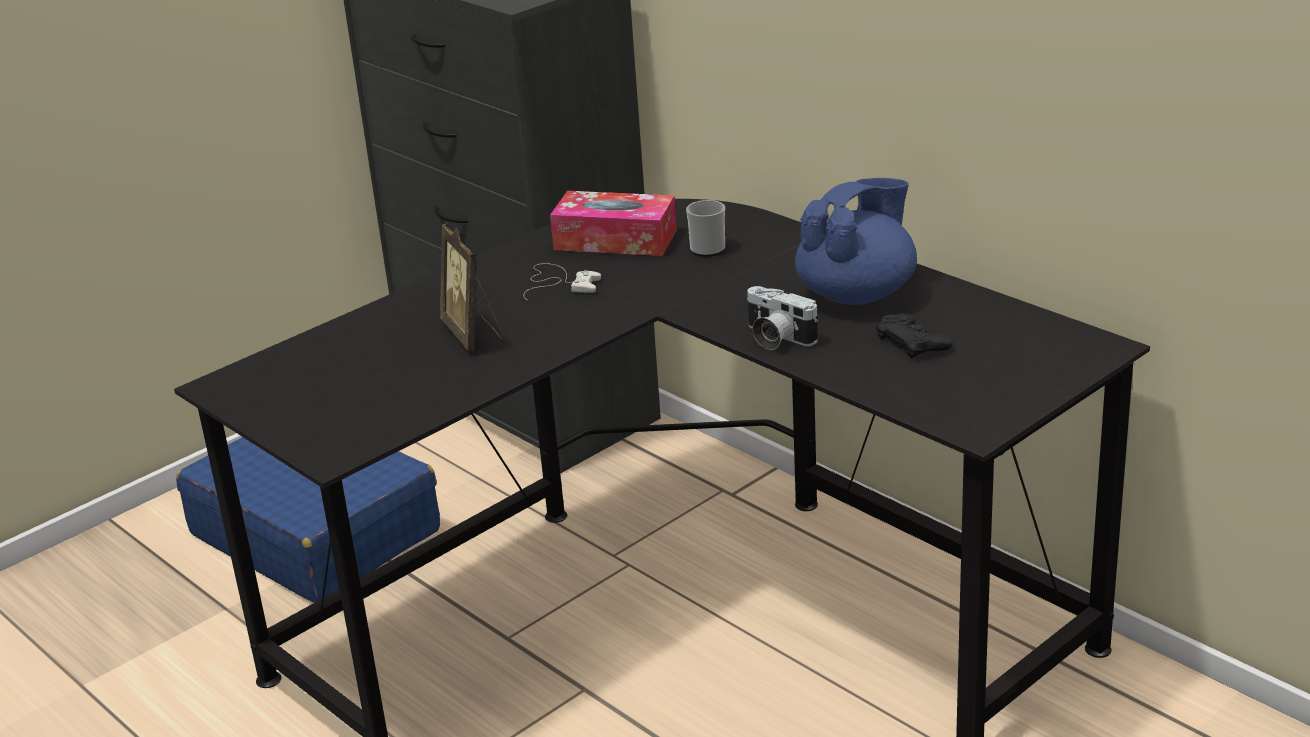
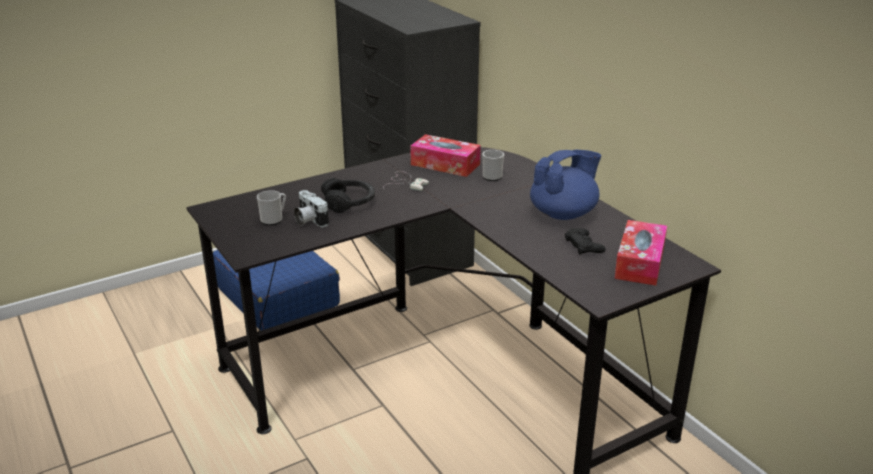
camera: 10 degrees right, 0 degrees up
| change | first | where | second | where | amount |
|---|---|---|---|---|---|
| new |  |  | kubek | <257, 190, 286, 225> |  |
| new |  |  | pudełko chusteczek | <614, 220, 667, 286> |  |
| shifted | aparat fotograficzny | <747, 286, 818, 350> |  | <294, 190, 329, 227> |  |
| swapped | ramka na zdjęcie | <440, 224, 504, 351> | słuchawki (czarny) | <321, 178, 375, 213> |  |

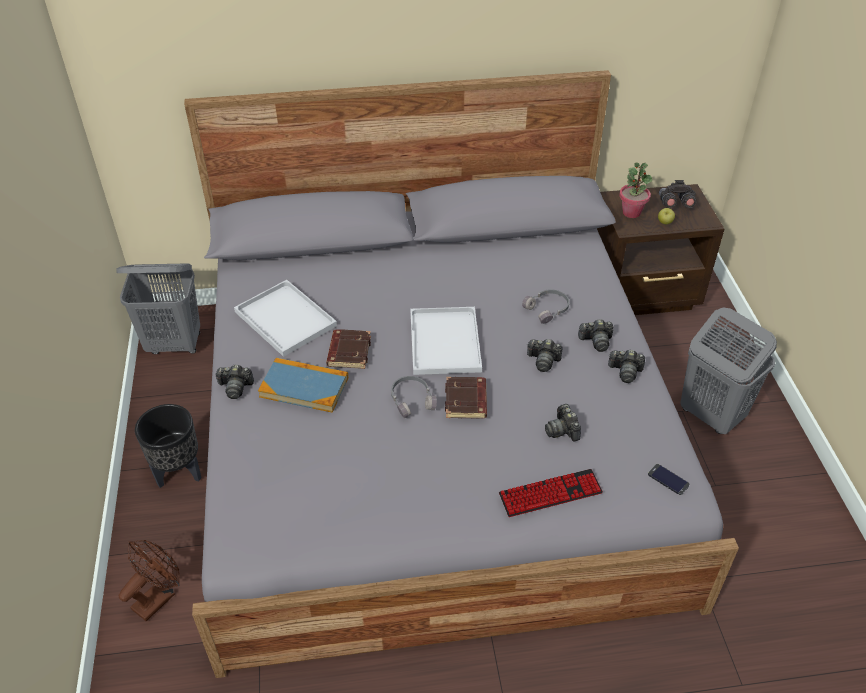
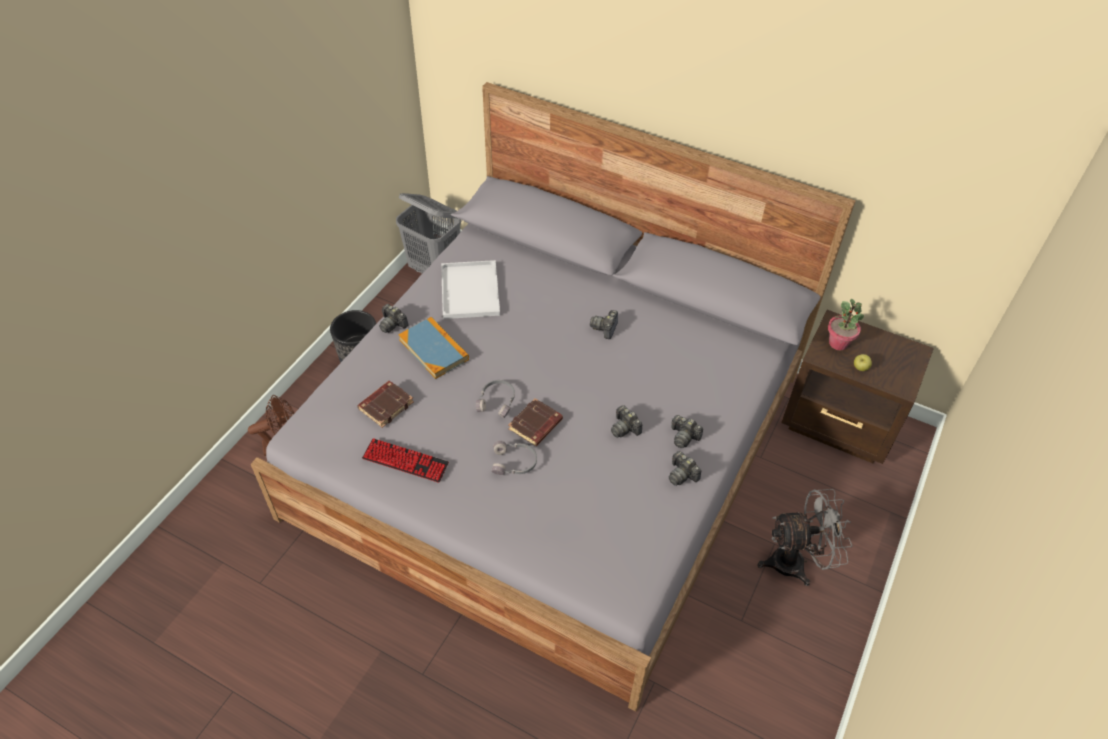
camera: 35 degrees right, 5 degrees up
| change | first | where | second | where | amount |
|---|---|---|---|---|---|
| gone | taca (biały) | <410, 307, 482, 375> |  |  |  |
| gone | telefon | <648, 464, 689, 495> |  |  |  |
| gone | lornetka (szary) | <659, 180, 697, 208> |  |  |  |
| shifted | książka (brązowy) | <326, 329, 371, 369> |  | <357, 381, 414, 428> |  |
| shifted | klawiatura | <499, 469, 603, 517> |  | <362, 438, 449, 483> |  |
| shifted | słuchawki (szary) | <522, 289, 569, 324> |  | <491, 441, 537, 475> |  |
| shifted | aparat fotograficzny | <545, 404, 581, 441> |  | <590, 310, 618, 339> |  |
| swapped | kosz na pranie (szary) | <680, 307, 777, 434> | wentylator (szary) | <757, 489, 853, 586> |  |

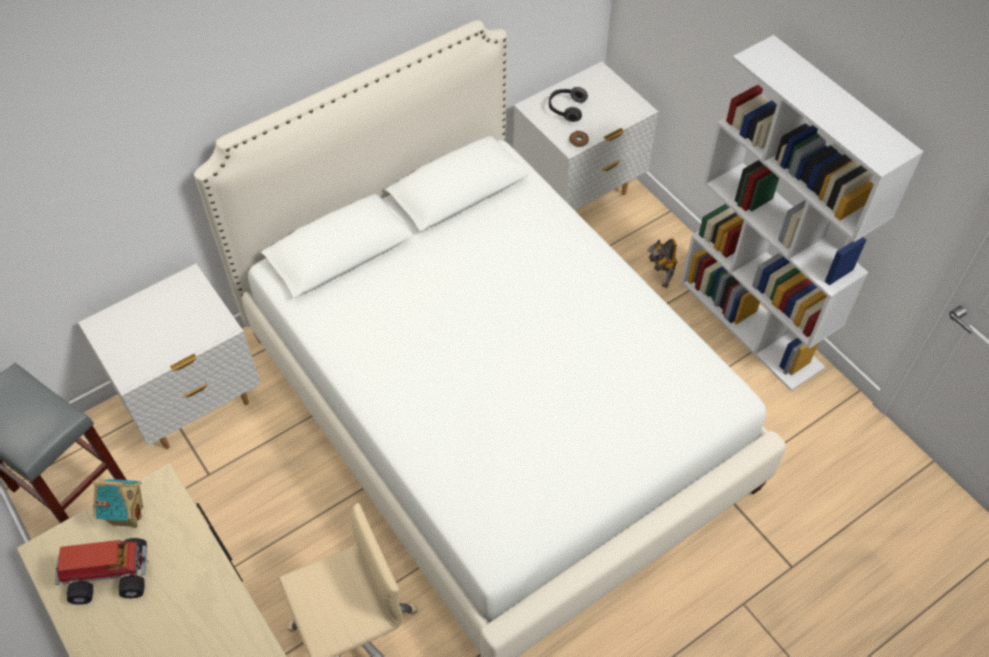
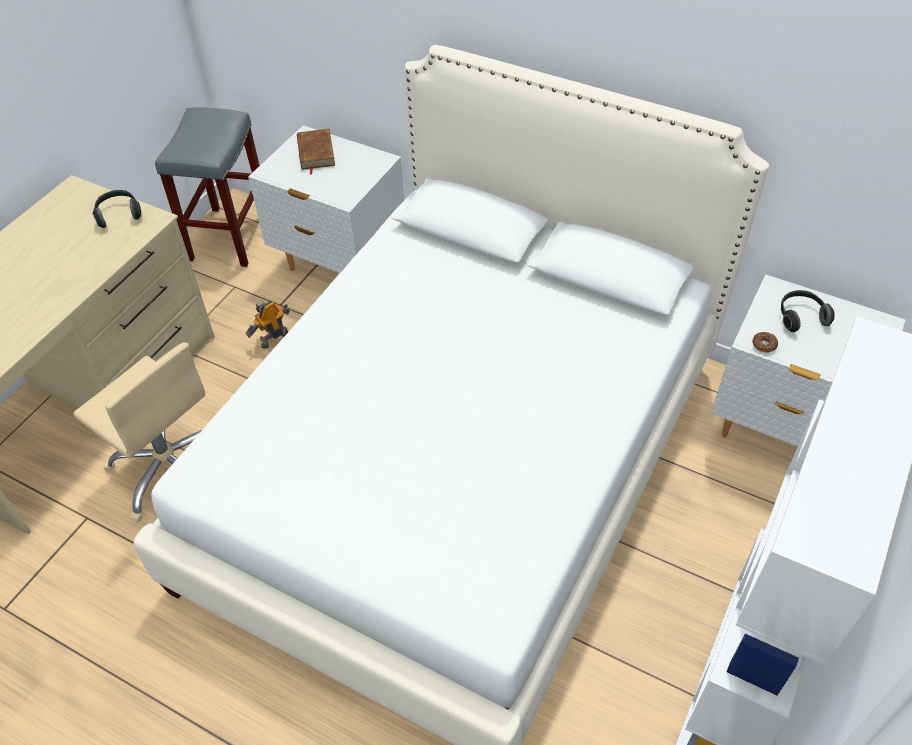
camera: 65 degrees right, 5 degrees down
| change | first | where | second | where | amount |
|---|---|---|---|---|---|
| gone | ciężarówka zabawkowa | <55, 538, 149, 605> |  |  |  |
| new |  |  | książka (brązowy) | <297, 129, 335, 174> |  |
| shifted | robot zabawkowy | <647, 238, 678, 288> |  | <246, 300, 290, 349> |  |
| swapped | domek | <93, 479, 143, 528> | słuchawki | <92, 190, 142, 228> |  |

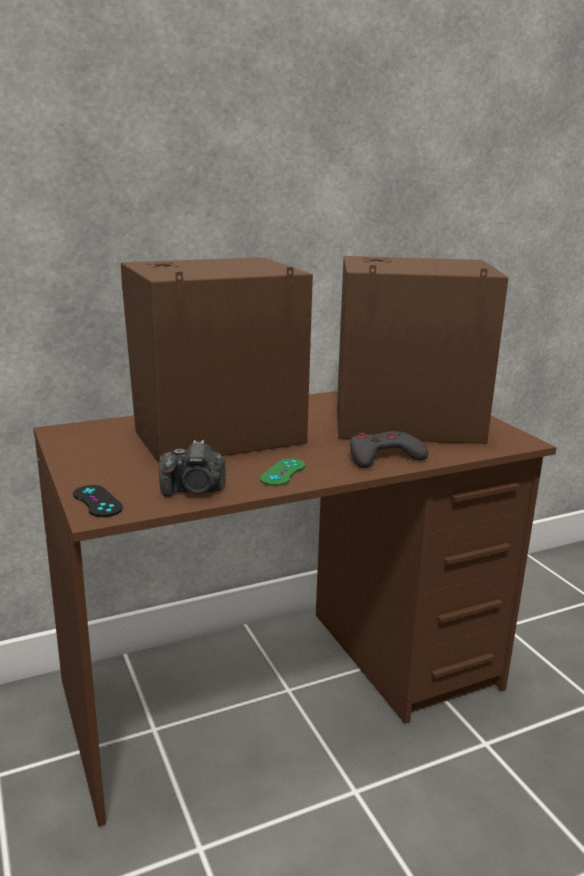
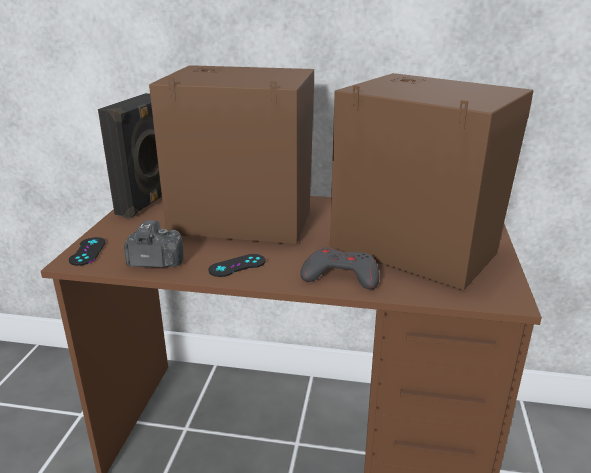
camera: 35 degrees right, 5 degrees up
| change | first | where | second | where | amount |
|---|---|---|---|---|---|
| new |  |  | głośnik (czarny) | <98, 93, 162, 219> |  |
| repainted | pad do gier (zielony) | <260, 458, 305, 486> | pad do gier (czarny) | <208, 254, 266, 277> |  |
| rotated | aparat fotograficzny | <159, 440, 226, 497> |  | <124, 220, 184, 268> | 150 degrees clockwise |

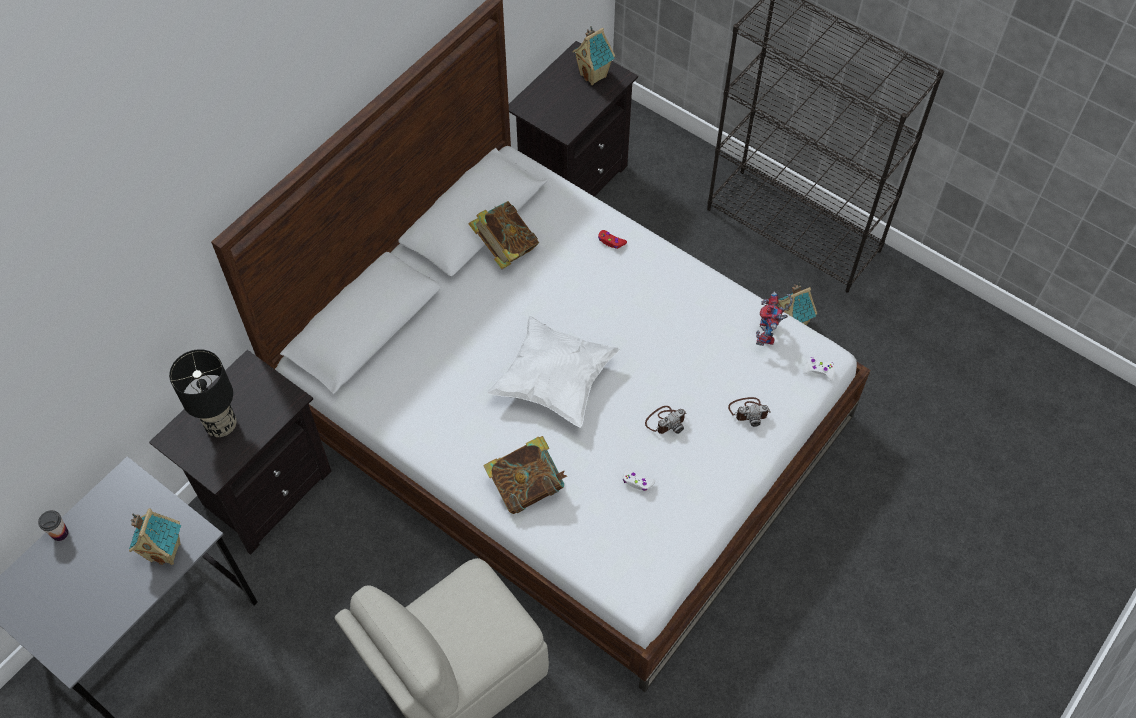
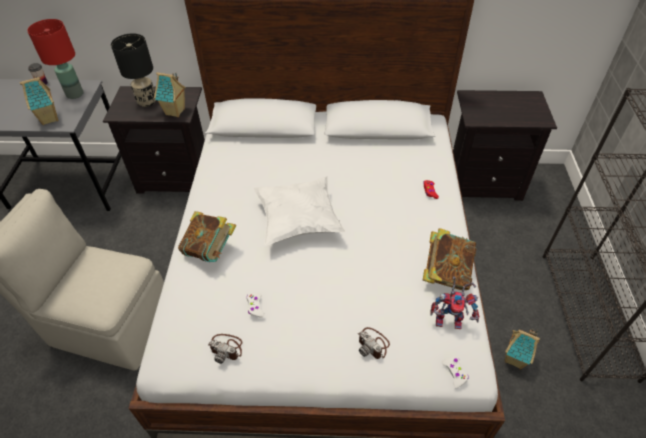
camera: 55 degrees right, 10 degrees down
| change | first | where | second | where | amount |
|---|---|---|---|---|---|
| new |  |  | lampa stołowa (czerwony) | <27, 19, 84, 99> |  |
| shifted | książka | <469, 201, 539, 269> |  | <423, 228, 476, 290> |  |
| shifted | domek | <572, 26, 615, 85> |  | <154, 72, 186, 117> |  |
| shifted | aparat fotograficzny | <645, 406, 686, 434> |  | <208, 334, 242, 364> |  |
| rotated | robot zabawkowy | <756, 291, 793, 346> |  | <430, 276, 479, 329> | 150 degrees counterclockwise |

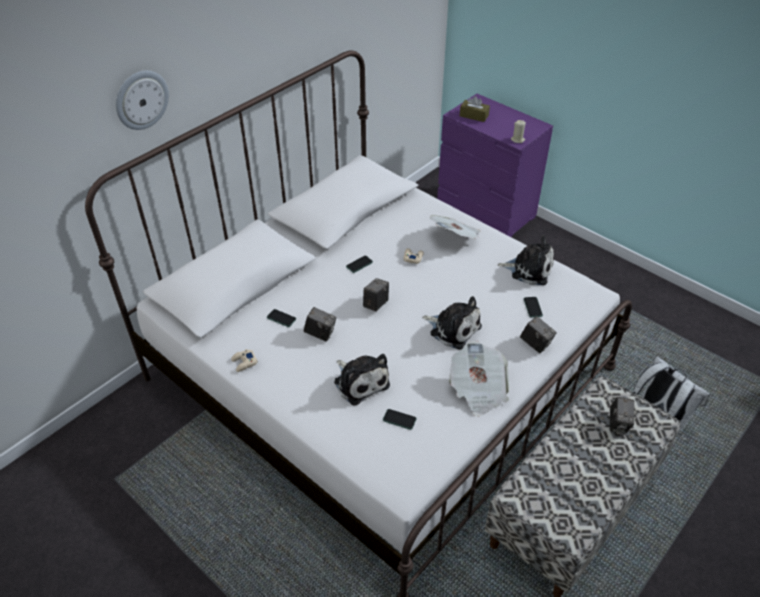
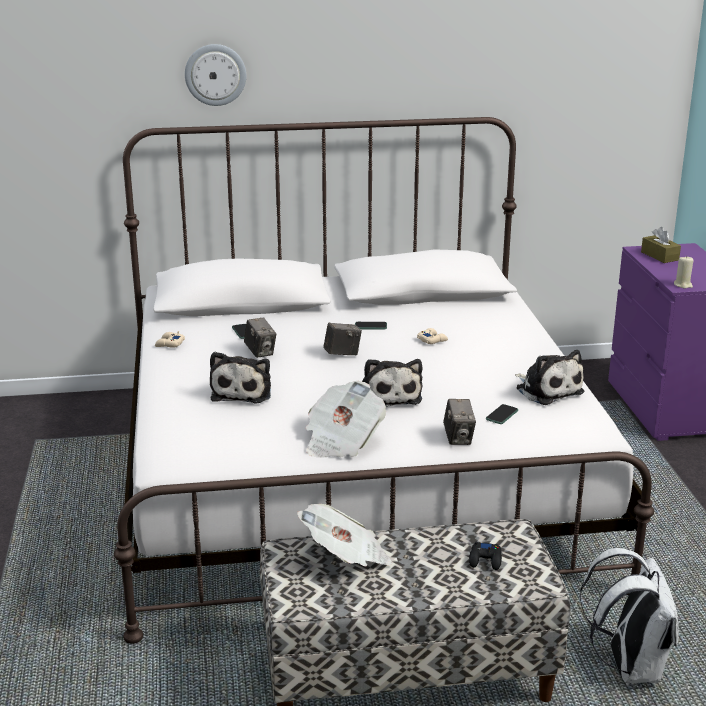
camera: 40 degrees right, 20 degrees down
| change | first | where | second | where | amount |
|---|---|---|---|---|---|
| gone | telefon | <383, 409, 417, 430> |  |  |  |
| shifted | gazeta | <430, 215, 481, 239> |  | <297, 504, 393, 567> |  |
| swapped | aparat fotograficzny | <610, 397, 634, 433> | pad do gier (czarny) | <469, 542, 502, 570> |  |

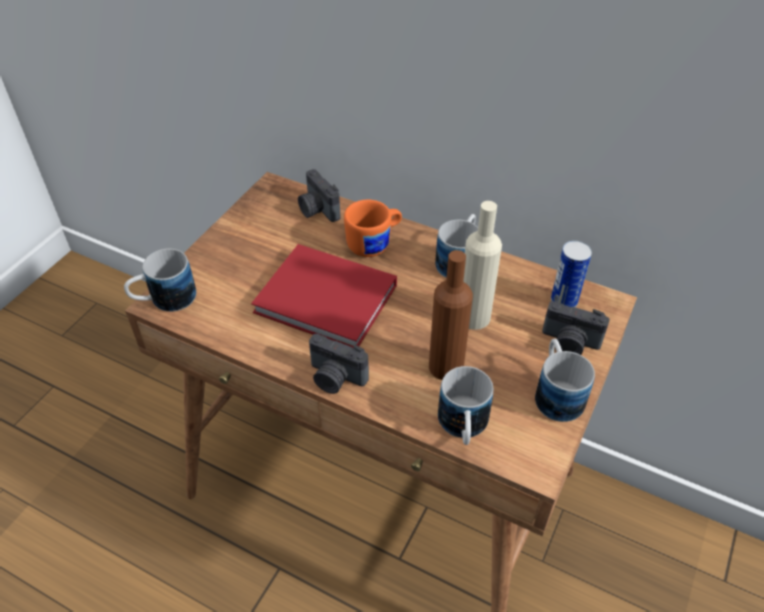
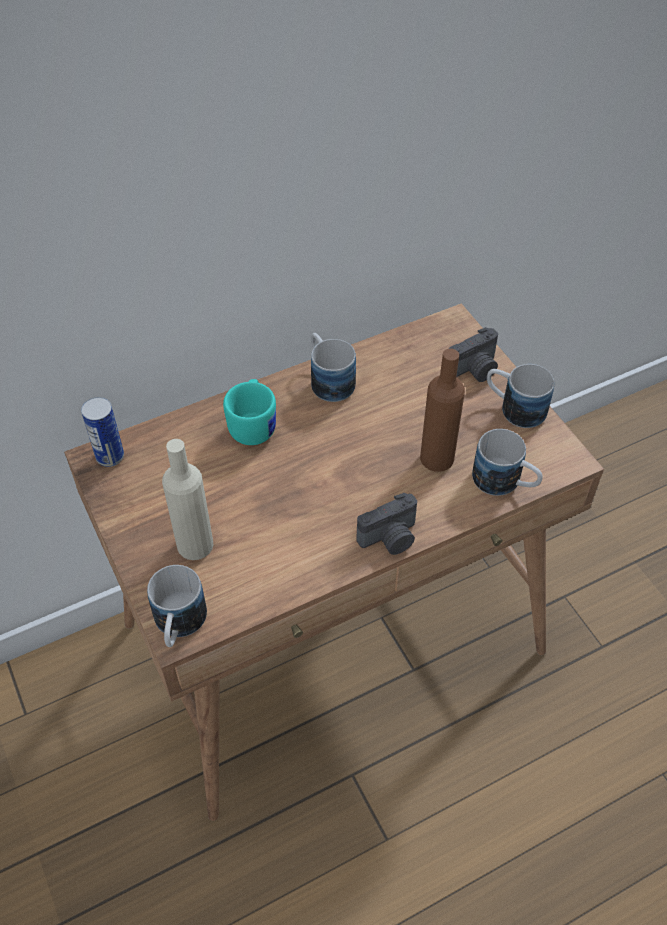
camera: 55 degrees left, 5 degrees up
| change | first | where | second | where | amount |
|---|---|---|---|---|---|
| gone | książka (czerwony) | <251, 244, 397, 348> |  |  |  |
| gone | aparat fotograficzny | <298, 169, 340, 222> |  |  |  |
| shifted | butelka (beżowy) | <463, 201, 502, 330> |  | <162, 439, 213, 560> |  |
| shifted | puszka | <551, 241, 592, 308> |  | <81, 397, 124, 467> |  |
| repainted | kubek (pomarańczowy) | <344, 200, 402, 257> | kubek (turkusowy) | <223, 379, 276, 445> |  |

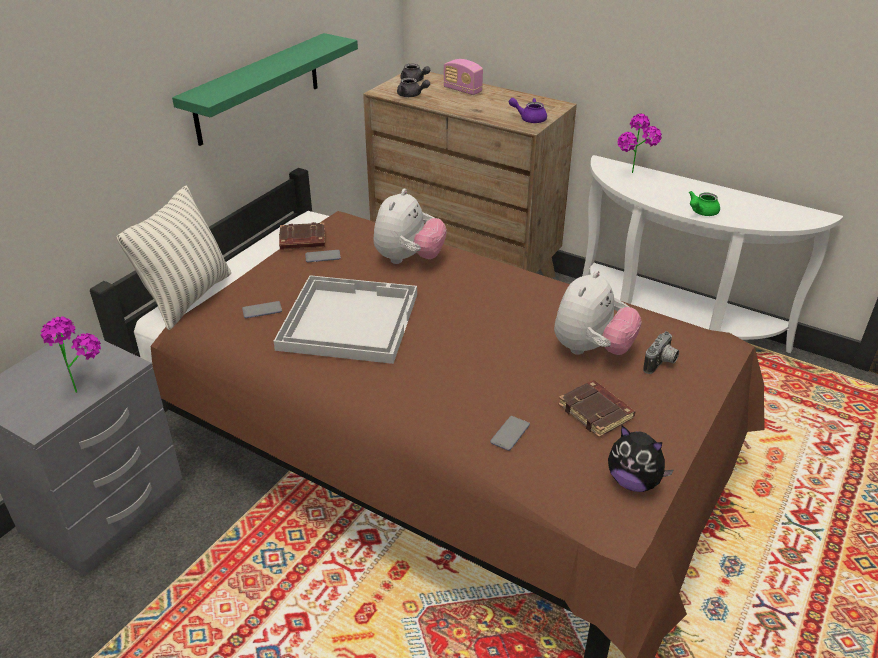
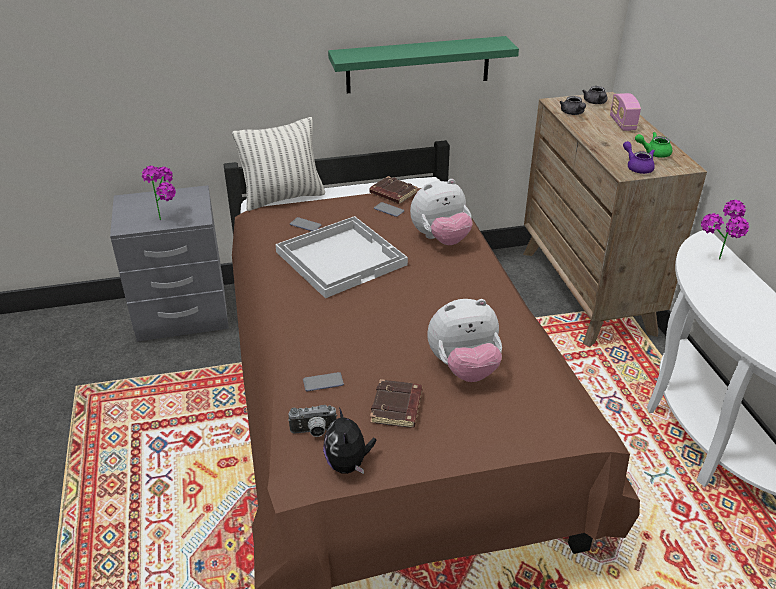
camera: 45 degrees right, 0 degrees up
| change | first | where | second | where | amount |
|---|---|---|---|---|---|
| shifted | aparat fotograficzny | <643, 331, 679, 374> |  | <288, 405, 337, 437> |  |
| shifted | imbryk (zielony) | <689, 191, 720, 216> |  | <635, 132, 672, 158> |  |

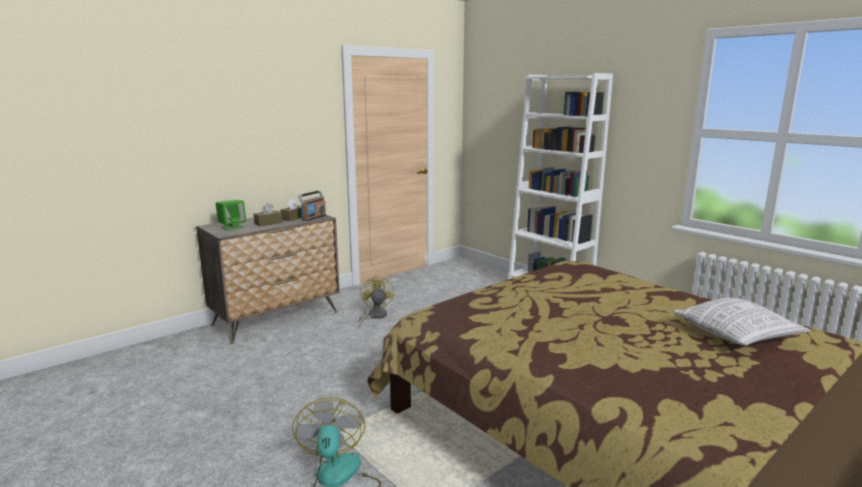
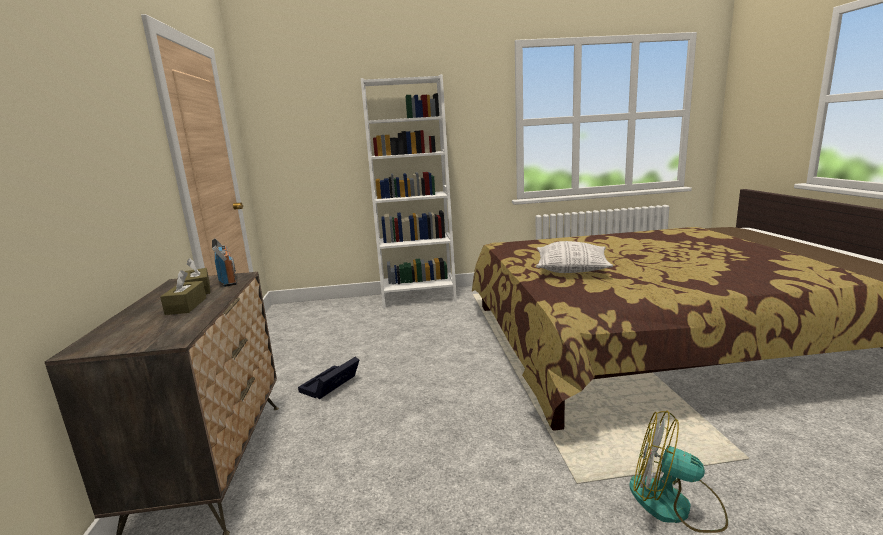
camera: 55 degrees left, 0 degrees up
| change | first | where | second | where | amount |
|---|---|---|---|---|---|
| gone | głośnik (zielony) | <216, 200, 246, 230> |  |  |  |
| shifted | poduszka | <672, 298, 810, 346> |  | <536, 241, 613, 273> |  |
| swapped | wentylator (żółty) | <358, 275, 394, 328> | pojemnik do przechowywania (czarny) | <298, 357, 359, 399> |  |

